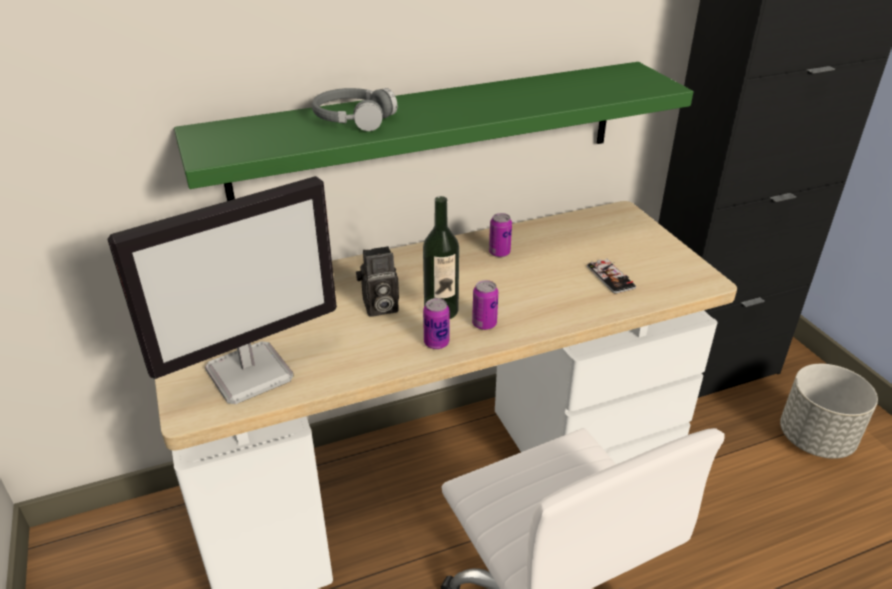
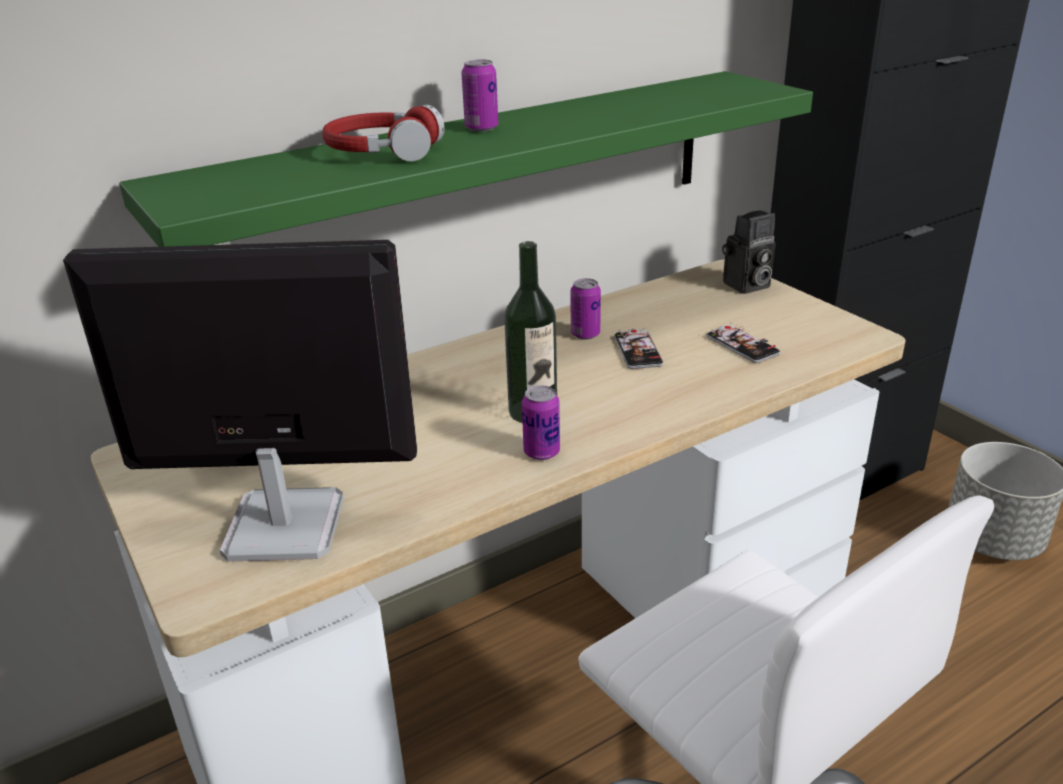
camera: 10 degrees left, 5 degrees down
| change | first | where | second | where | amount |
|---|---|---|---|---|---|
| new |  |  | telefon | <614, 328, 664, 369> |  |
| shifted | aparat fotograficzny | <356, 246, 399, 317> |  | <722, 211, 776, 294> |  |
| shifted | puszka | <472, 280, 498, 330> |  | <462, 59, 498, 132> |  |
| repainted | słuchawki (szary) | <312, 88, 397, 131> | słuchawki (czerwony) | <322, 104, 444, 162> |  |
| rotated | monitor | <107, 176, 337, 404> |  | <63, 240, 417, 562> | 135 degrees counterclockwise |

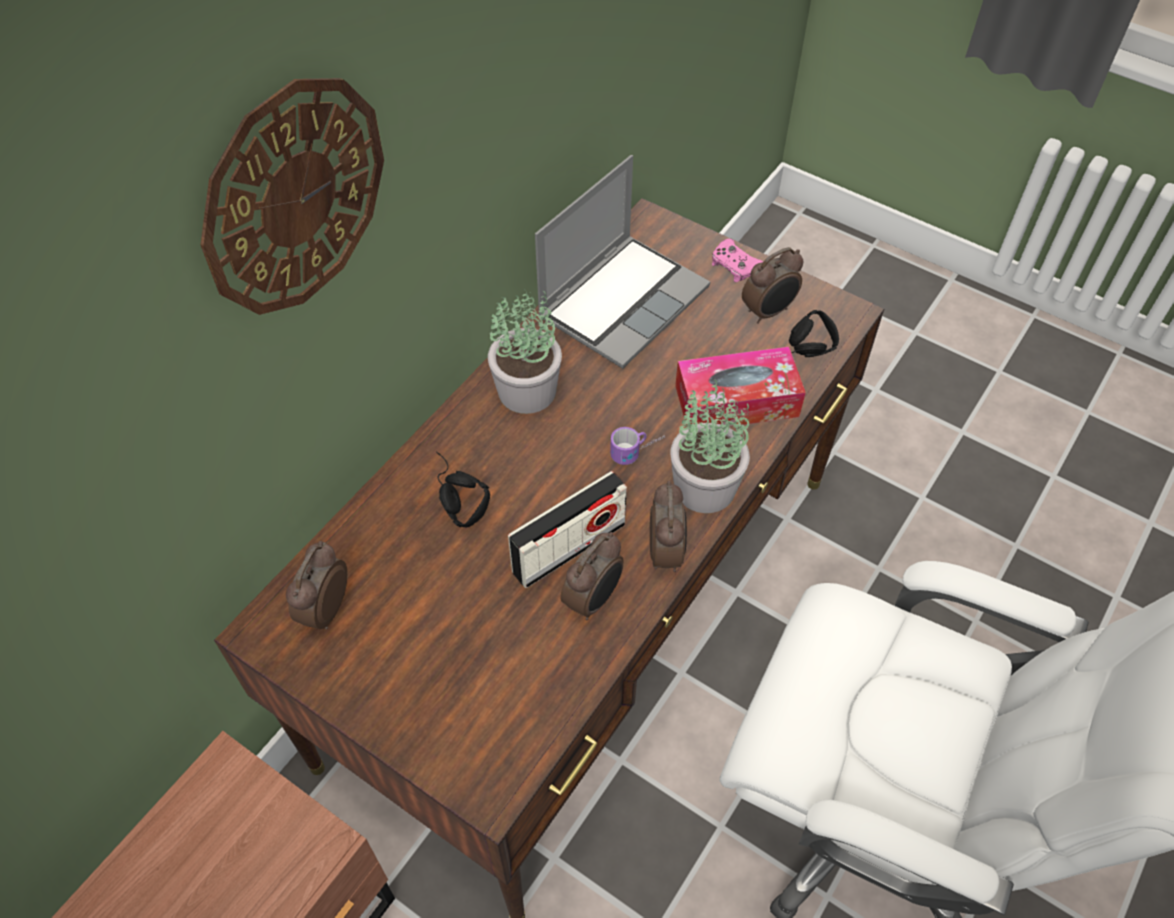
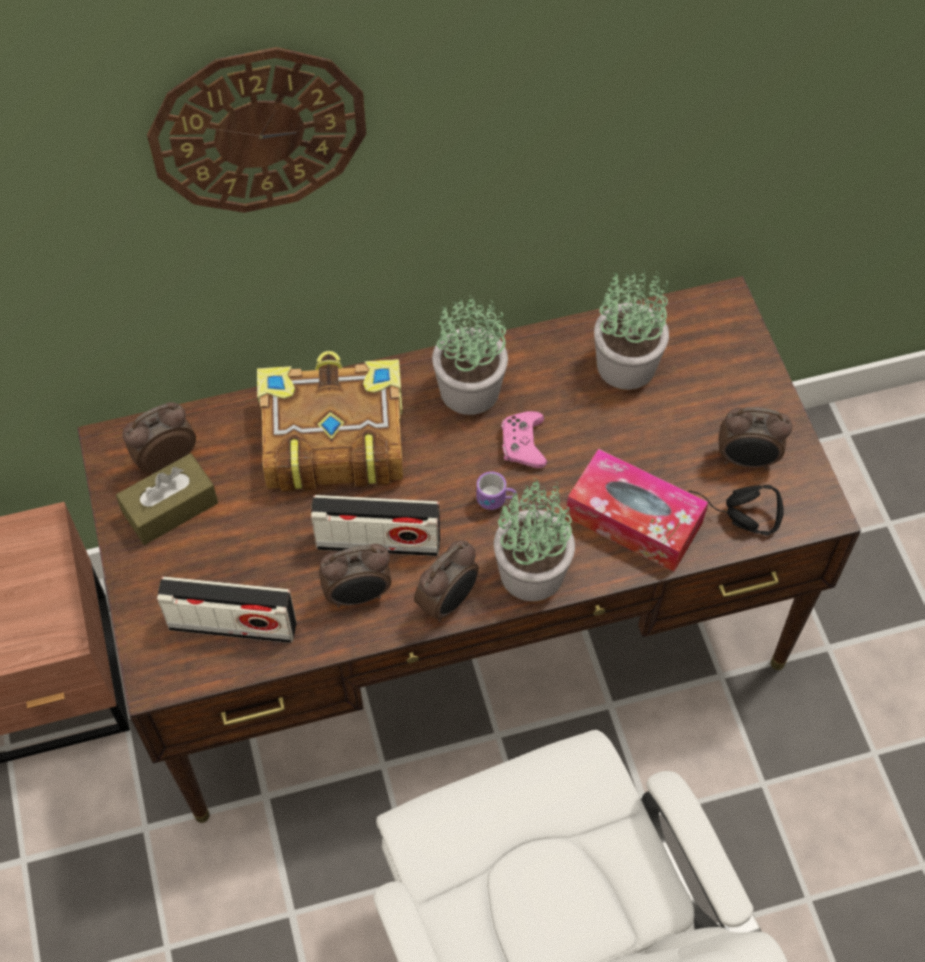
camera: 40 degrees right, 5 degrees up
| change | first | where | second | where | amount |
|---|---|---|---|---|---|
| new |  |  | pudełko chusteczek (brązowy) | <116, 453, 218, 545> |  |
| new |  |  | radio | <157, 576, 296, 643> |  |
| shifted | pad do gier (różowy) | <712, 239, 763, 282> |  | <501, 411, 547, 468> |  |
| swapped | słuchawki (czarny) | <436, 451, 490, 528> | książka | <257, 351, 403, 492> |  |
| swapped | laptop | <535, 155, 710, 369> | roślina doniczkowa | <594, 269, 669, 390> |  |

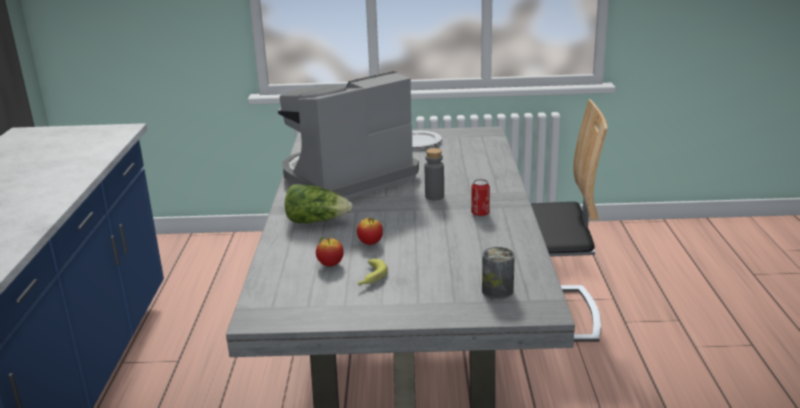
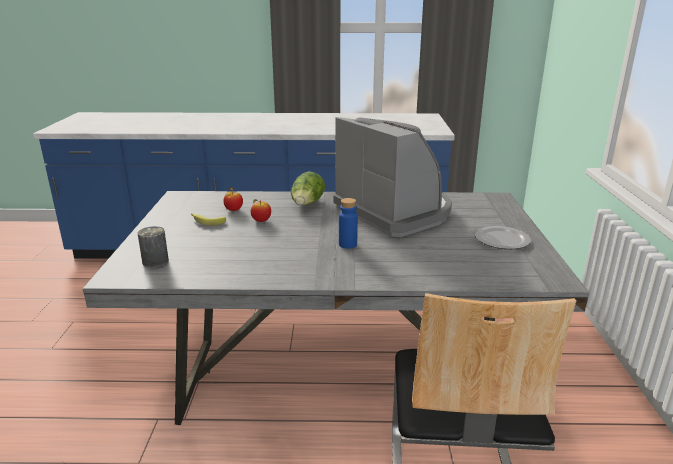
camera: 90 degrees right, 0 degrees up
| change | first | where | second | where | amount |
|---|---|---|---|---|---|
| gone | puszka | <471, 179, 490, 216> |  |  |  |
| repainted | butelka (szary) | <425, 148, 444, 200> | butelka (niebieski) | <339, 198, 358, 249> |  |

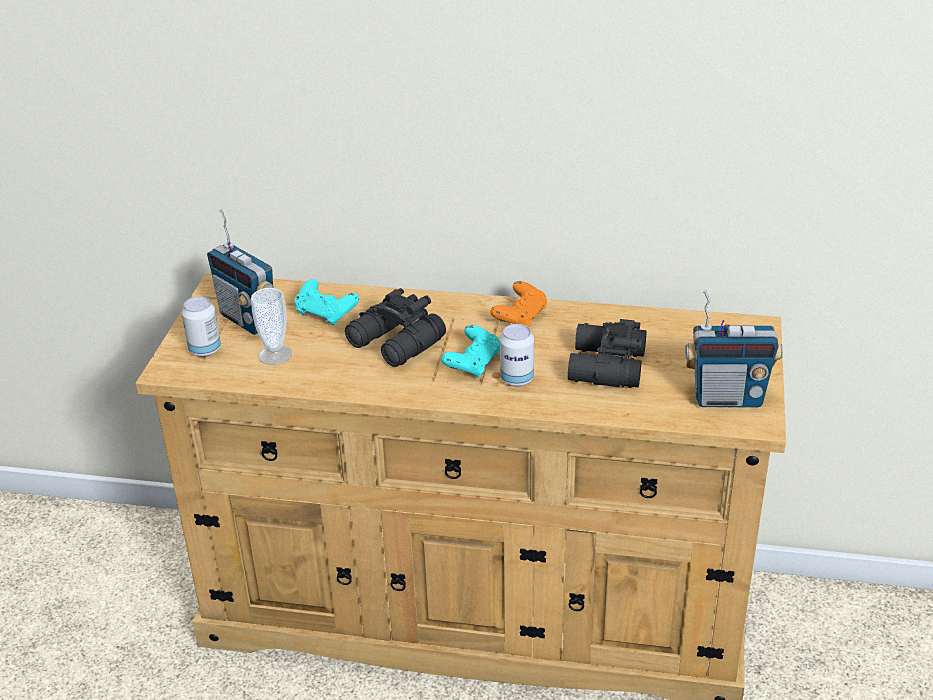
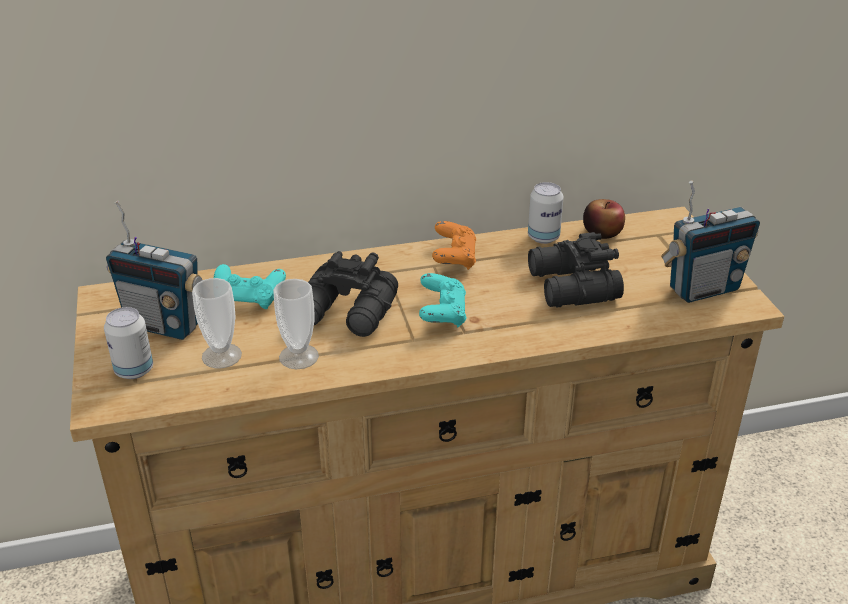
camera: 25 degrees left, 0 degrees up
| change | first | where | second | where | amount |
|---|---|---|---|---|---|
| new |  |  | filiżanka | <273, 279, 319, 369> |  |
| new |  |  | jabłko | <583, 199, 625, 239> |  |
| shifted | puszka | <500, 324, 534, 387> |  | <528, 182, 564, 244> |  |

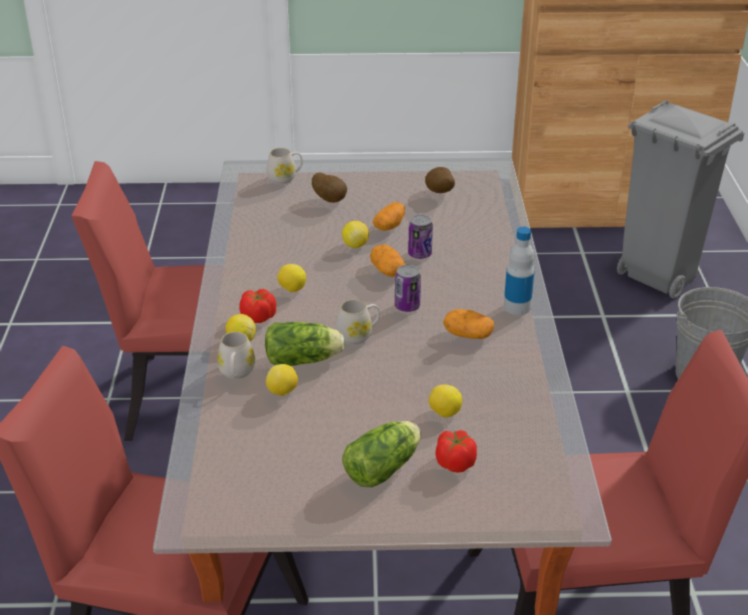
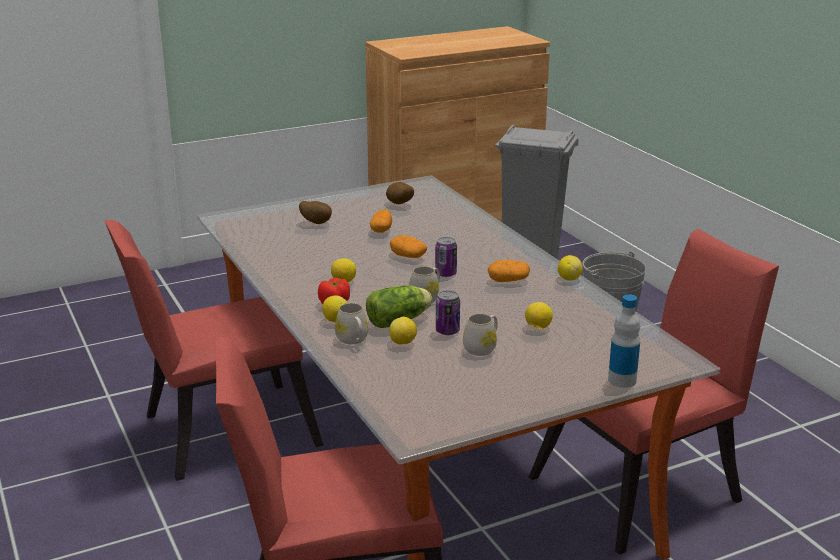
camera: 25 degrees left, 10 degrees down
| change | first | where | second | where | amount |
|---|---|---|---|---|---|
| gone | sałata | <342, 421, 421, 487> |  |  |  |
| gone | pomidor | <436, 430, 477, 473> |  |  |  |
| shifted | kubek (biały) | <266, 148, 303, 185> |  | <463, 313, 498, 356> |  |
| shifted | cytryna | <342, 221, 369, 248> |  | <558, 255, 583, 280> |  |
| shifted | puszka | <408, 215, 433, 259> |  | <436, 290, 460, 335> |  |
| shifted | butelka | <504, 227, 535, 315> |  | <608, 294, 640, 388> |  |

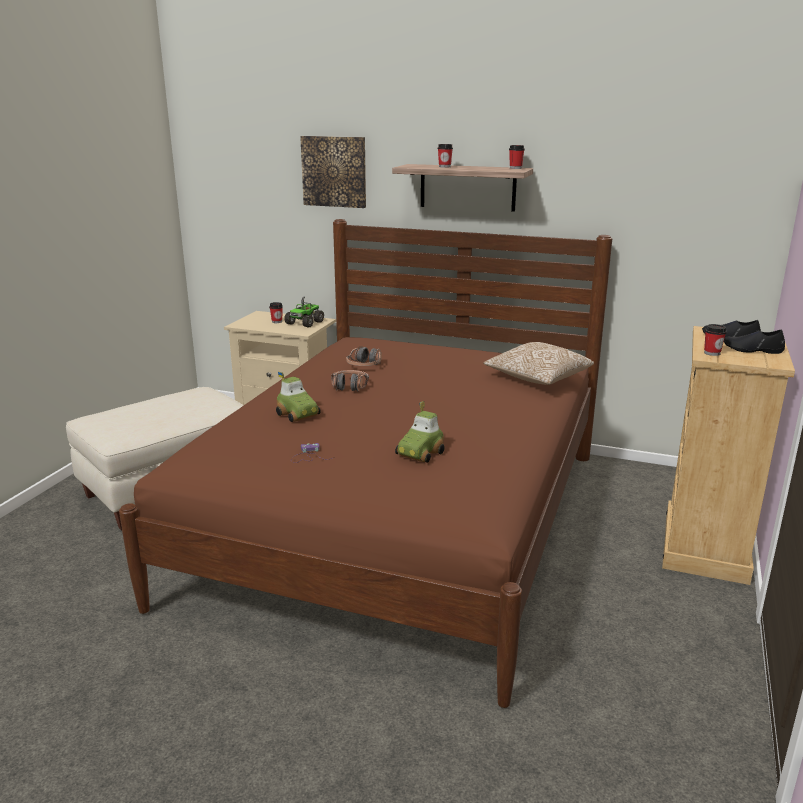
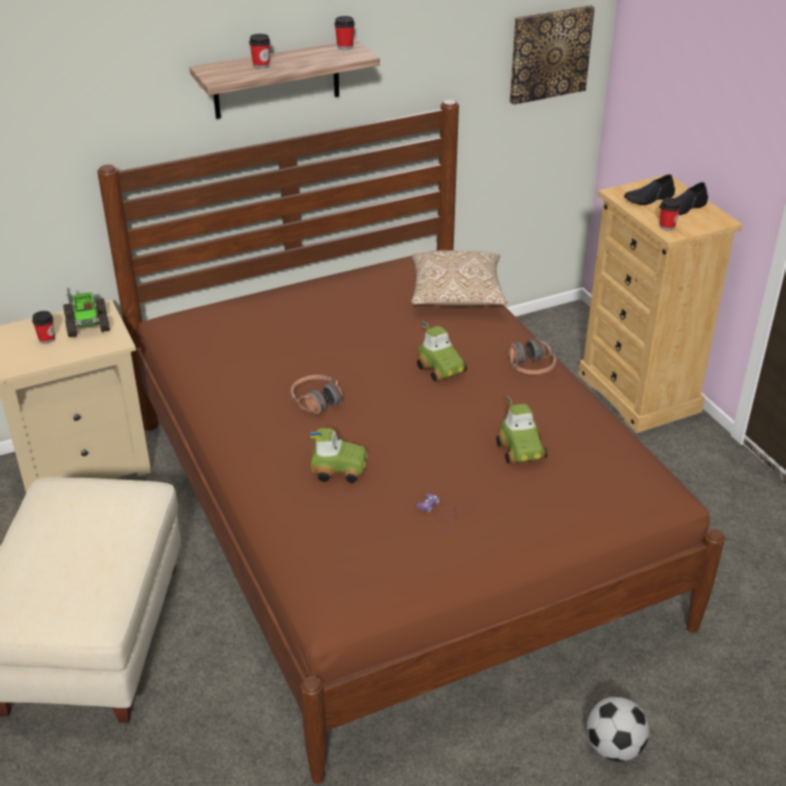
camera: 45 degrees left, 15 degrees up
| change | first | where | second | where | amount |
|---|---|---|---|---|---|
| new |  |  | samochodzik | <417, 321, 467, 381> |  |
| new |  |  | piłka futbolowa | <587, 696, 649, 761> |  |
| shifted | obraz | <300, 136, 366, 208> |  | <510, 5, 595, 105> |  |
| shifted | słuchawki | <346, 346, 382, 366> |  | <508, 338, 556, 375> |  |

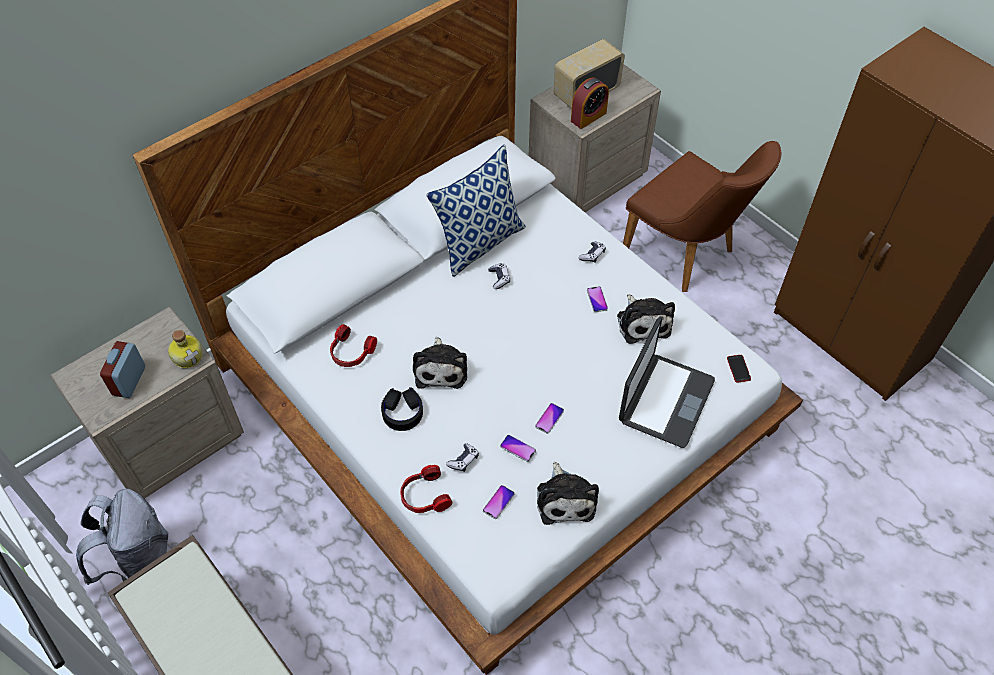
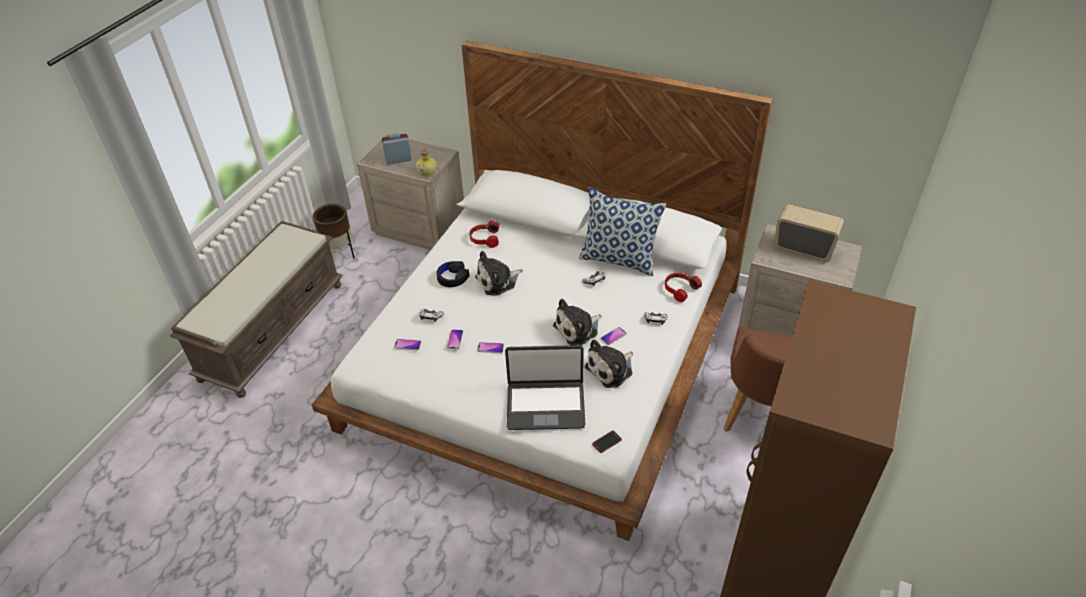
camera: 65 degrees right, 10 degrees down
| change | first | where | second | where | amount |
|---|---|---|---|---|---|
| gone | budzik | <571, 77, 609, 129> |  |  |  |
| shifted | słuchawki | <400, 465, 453, 513> |  | <665, 273, 702, 302> |  |
| shifted | pluszak | <537, 462, 599, 525> |  | <553, 299, 602, 346> |  |
| swapped | plecak (szary) | <76, 489, 168, 585> | donica (brązowy) | <313, 204, 355, 258> |  |

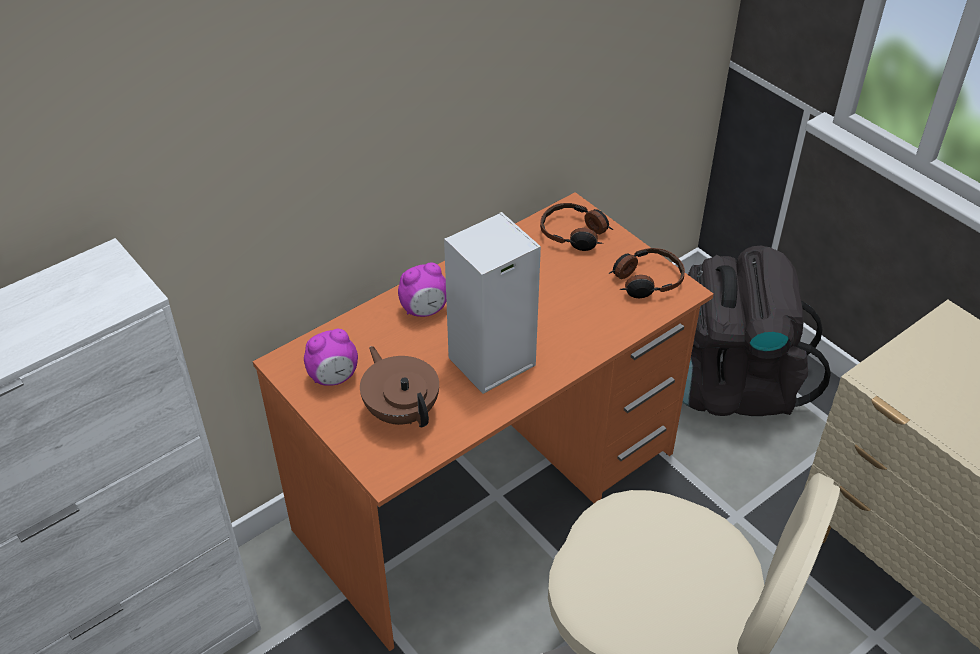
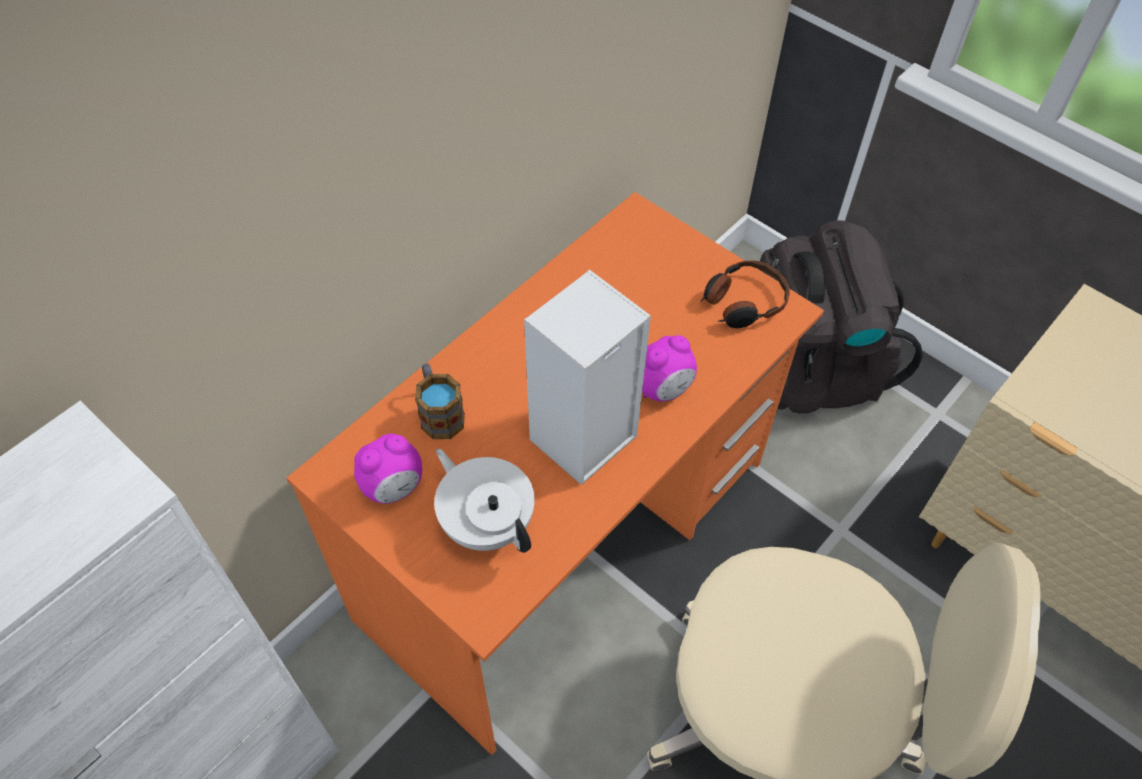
camera: 10 degrees left, 10 degrees up
| change | first | where | second | where | amount |
|---|---|---|---|---|---|
| gone | słuchawki | <540, 203, 613, 251> |  |  |  |
| new |  |  | kubek | <415, 363, 465, 439> |  |
| shifted | budzik | <398, 262, 446, 317> |  | <642, 335, 697, 402> |  |
| repainted | imbryk (brązowy) | <360, 346, 439, 427> | imbryk (biały) | <434, 449, 535, 553> |  |

